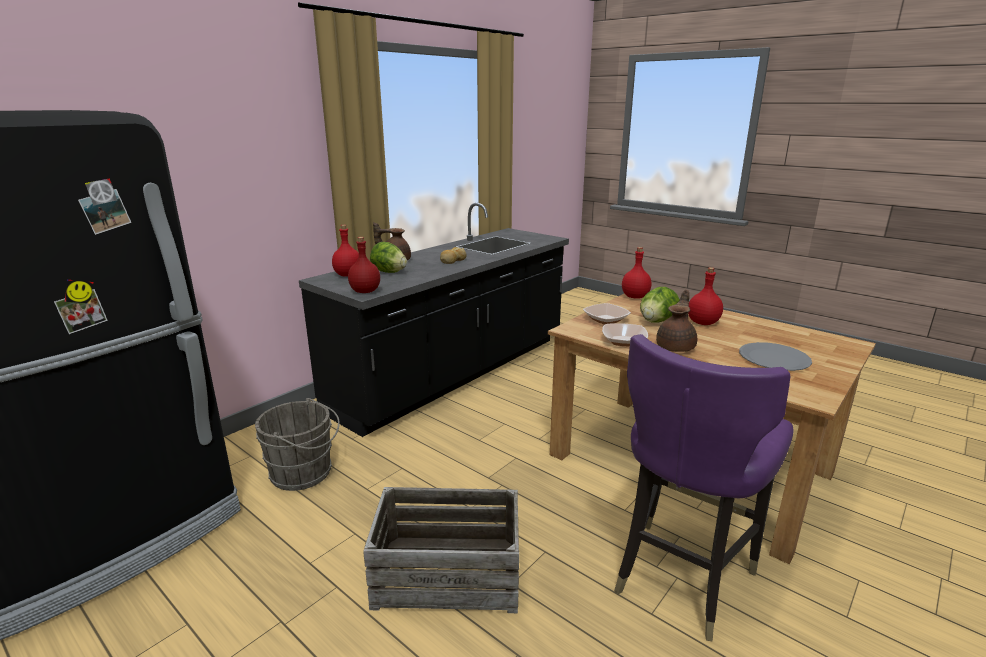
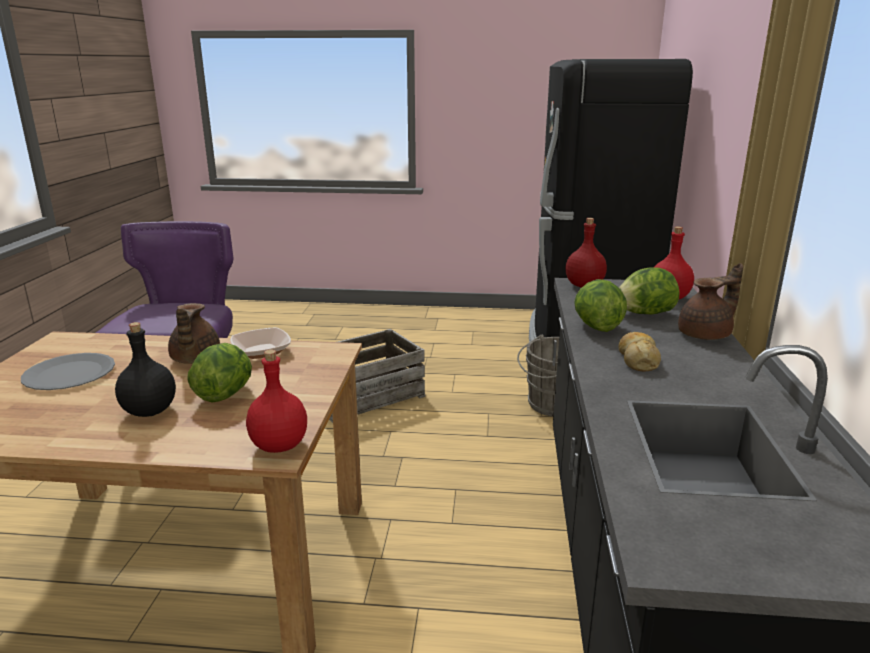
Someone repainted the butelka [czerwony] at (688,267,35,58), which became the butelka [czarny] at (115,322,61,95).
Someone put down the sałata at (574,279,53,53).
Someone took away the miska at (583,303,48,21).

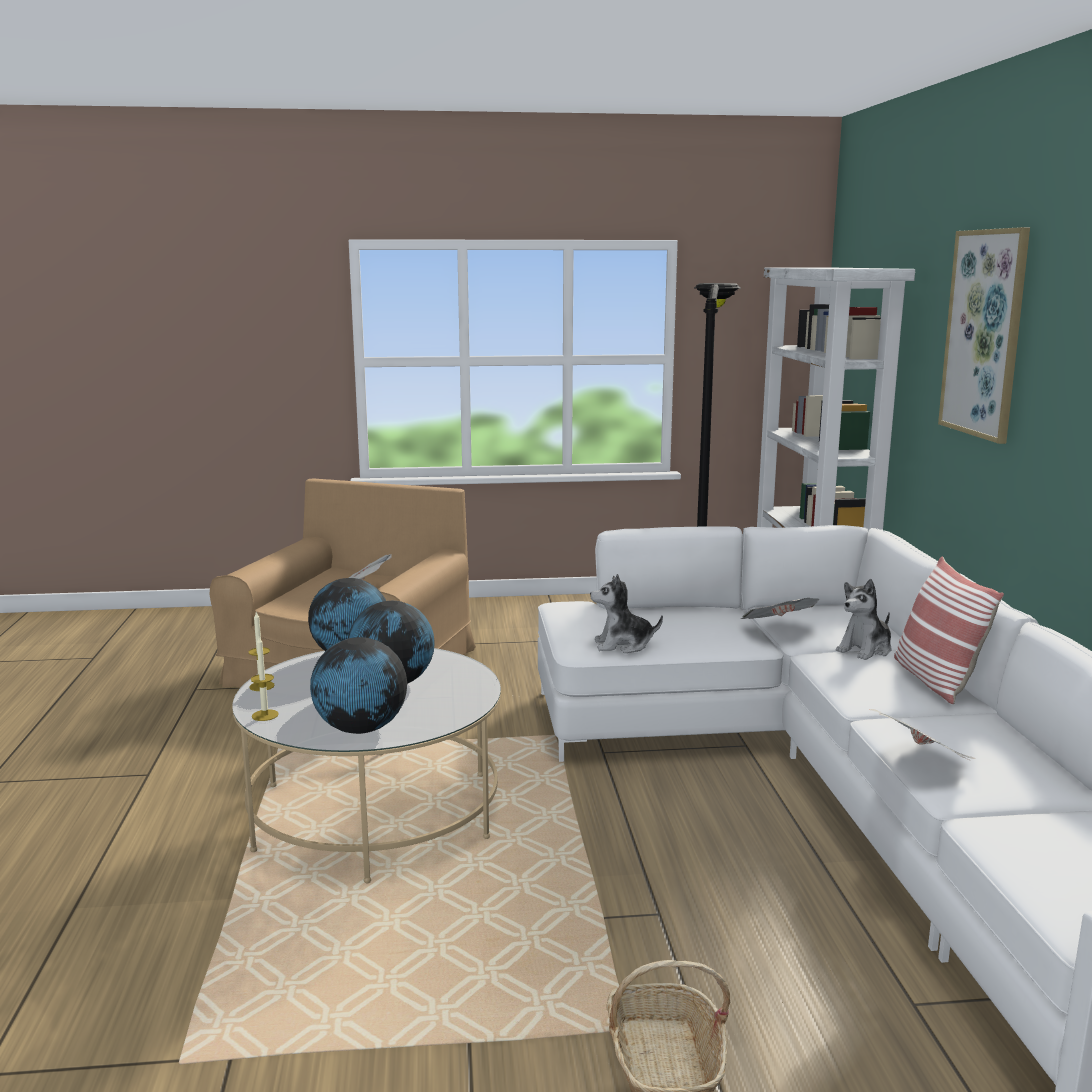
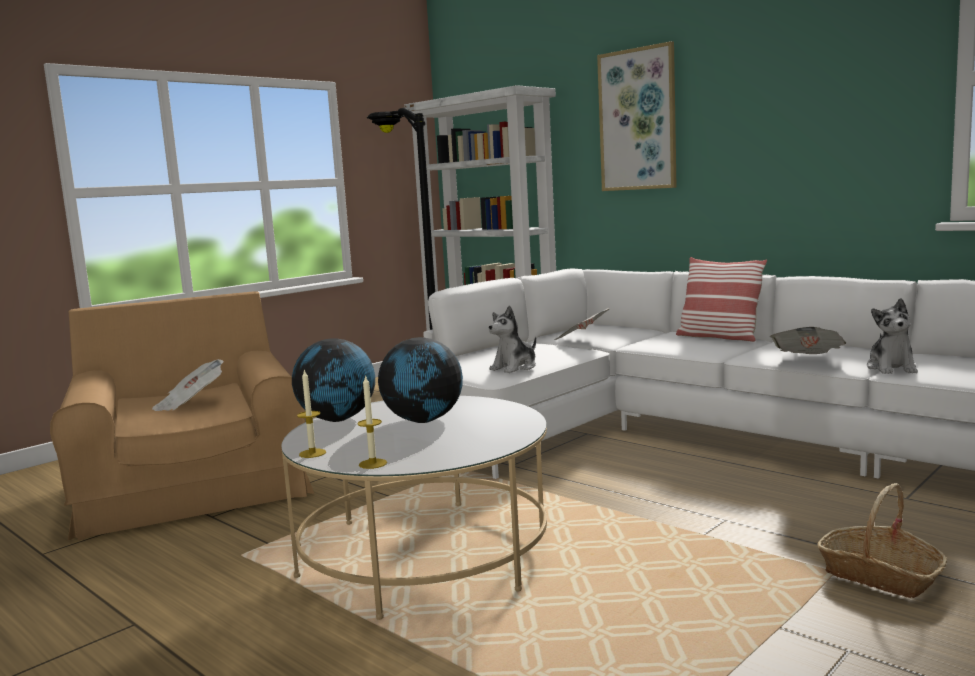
Someone carried the pluszak from (836,579,55,81) to (867,298,51,76).
Someone took away the globus at (310,637,97,97).

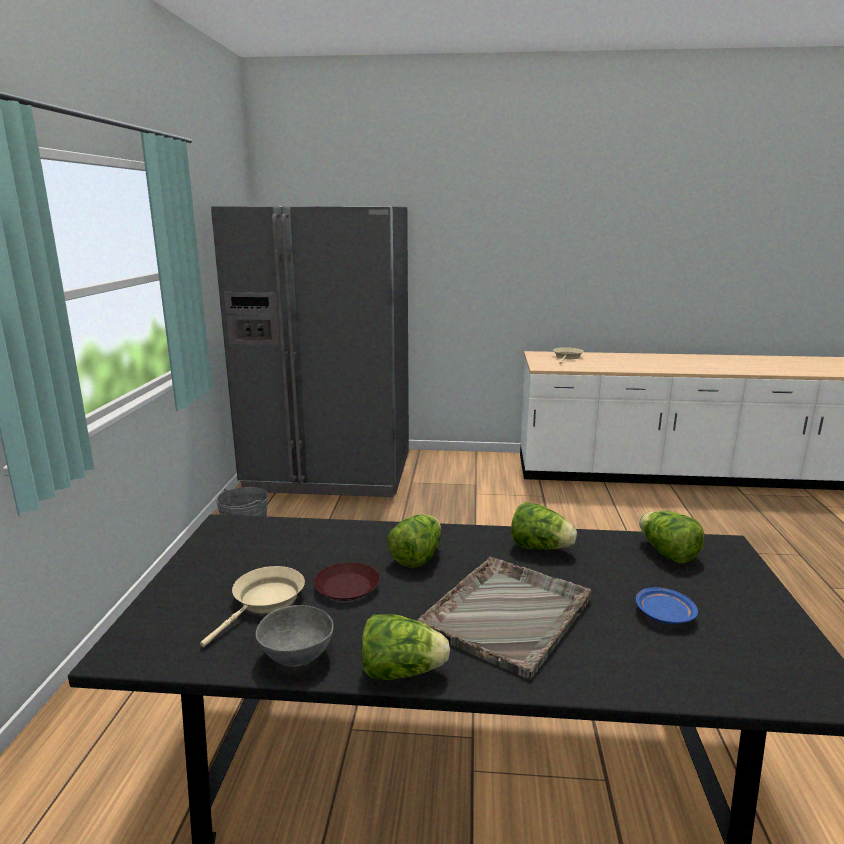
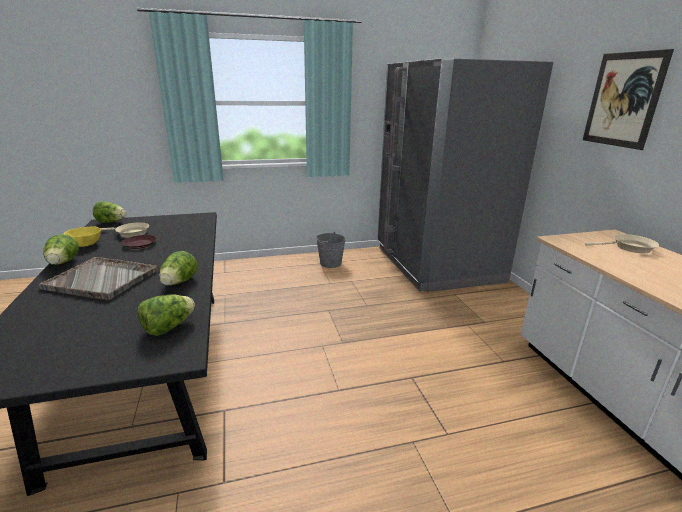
Someone repainted the miska [szary] at (256,605,78,62), which became the miska [żółty] at (64,226,37,21).
Someone carried the sałata from (387,514,54,54) to (93,201,34,22).
Someone put up the obraz at (583,49,91,101).
Someone took away the talerz [niebieski] at (636,587,62,37).

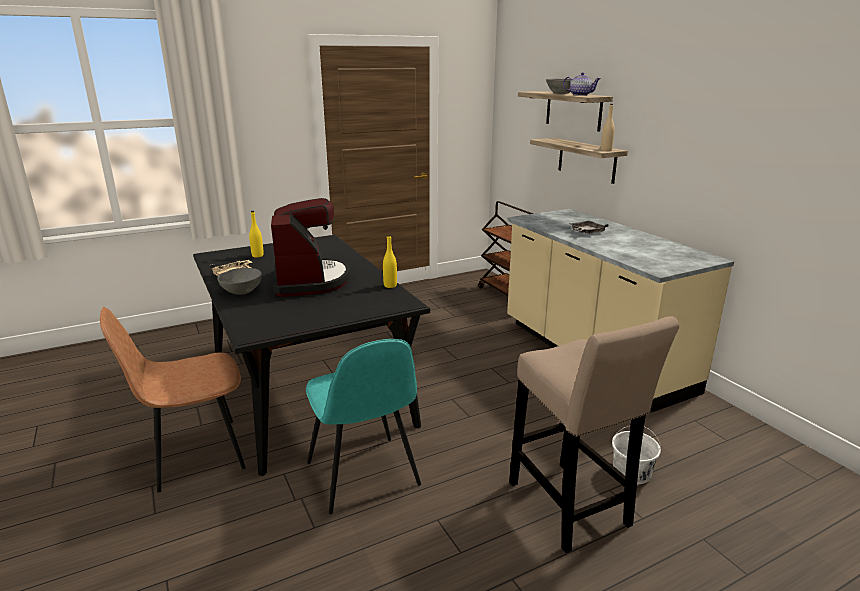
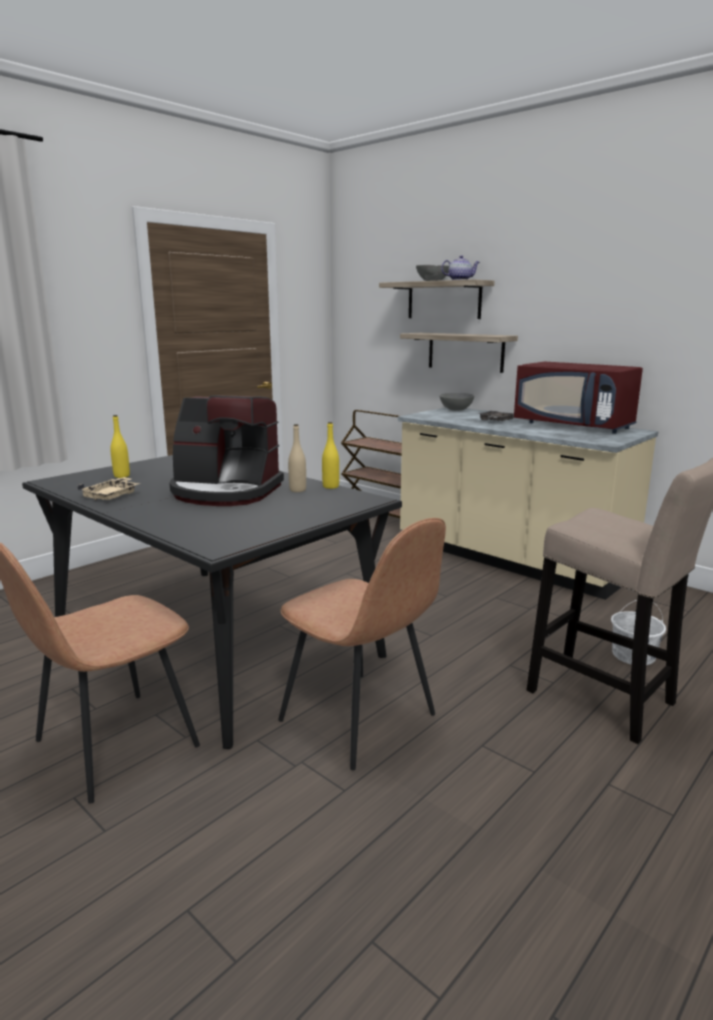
Someone rotated the ekspres do kawy at (271,198,79,99) by 135 degrees clockwise.
Someone repainted the krzesło [turkusowy] at (306,339,115,175), which became the krzesło [brązowy] at (278,518,168,252).
Someone carried the butelka [beżowy] from (601,104,14,47) to (288,424,18,68).
Someone carried the miska [szary] from (217,268,45,27) to (439,393,35,17).
Someone put down the mikrofalówka [czerwony] at (514,362,129,72).

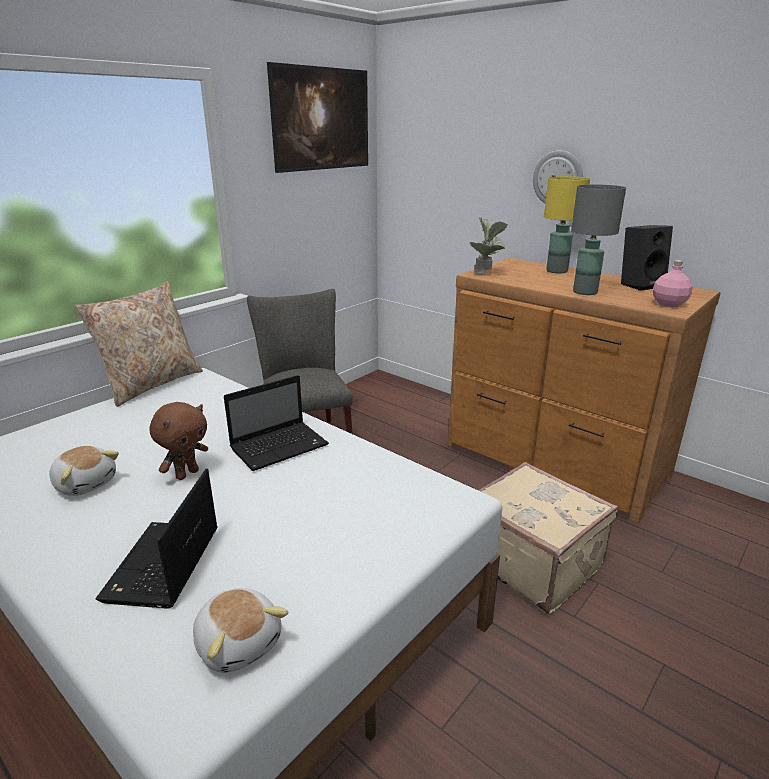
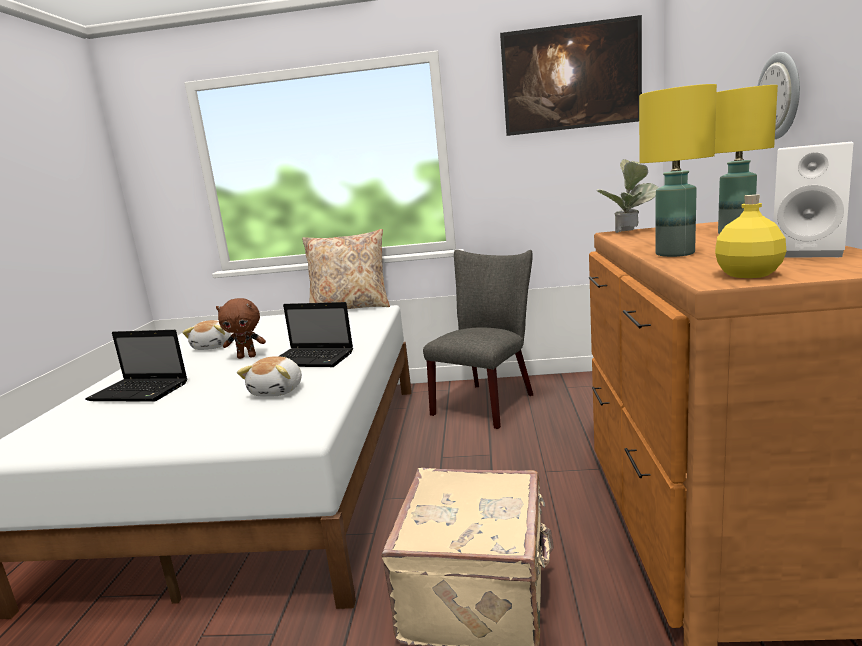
Someone rotated the laptop at (96,469,122,140) by 135 degrees counterclockwise.
Someone carried the pluszak from (193,588,95,85) to (237,356,65,41).
Someone repainted the lampa stołowa [szary] at (571,184,55,111), which became the lampa stołowa [żółty] at (639,84,78,173).
Someone repainted the butelka [różowy] at (653,260,40,47), which became the butelka [żółty] at (715,194,71,84).
Someone repainted the głośnik [czarny] at (621,225,52,66), which became the głośnik [biały] at (773,142,80,116).

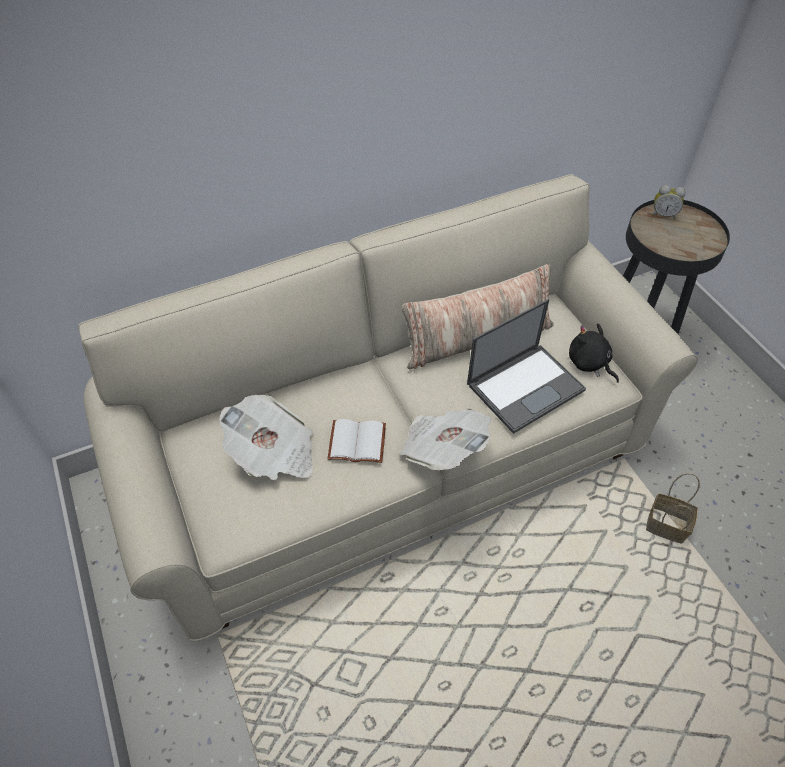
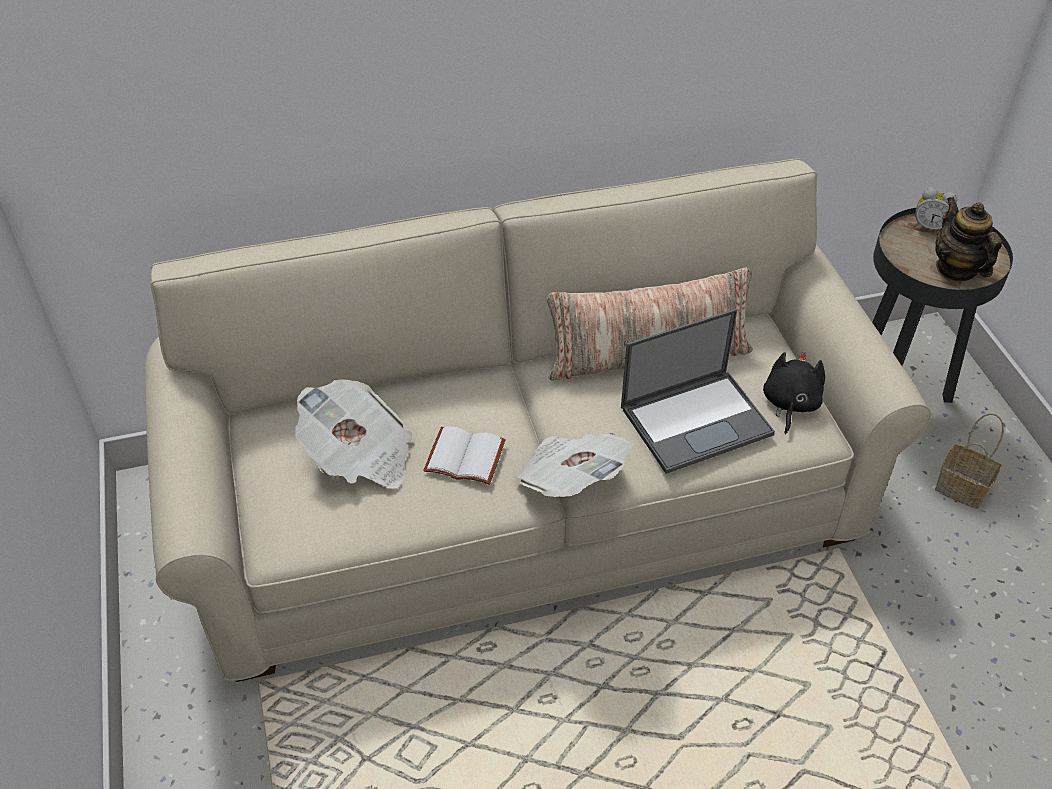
Someone rotated the pluszak [czarny] at (569,323,50,60) by 45 degrees clockwise.
Someone put down the imbryk at (935,197,67,84).
Someone carried the koszyk from (646,473,54,71) to (935,413,69,96).

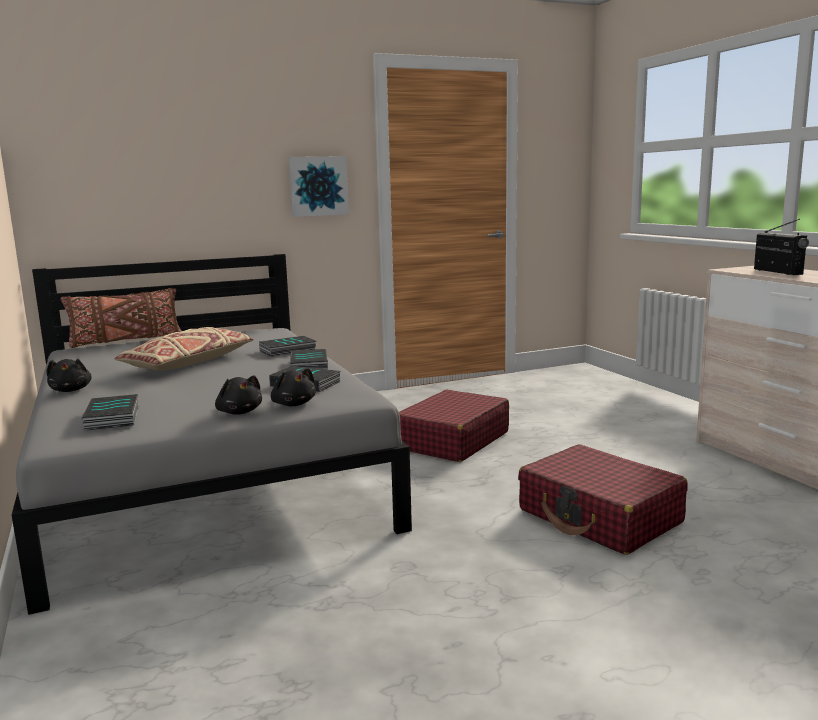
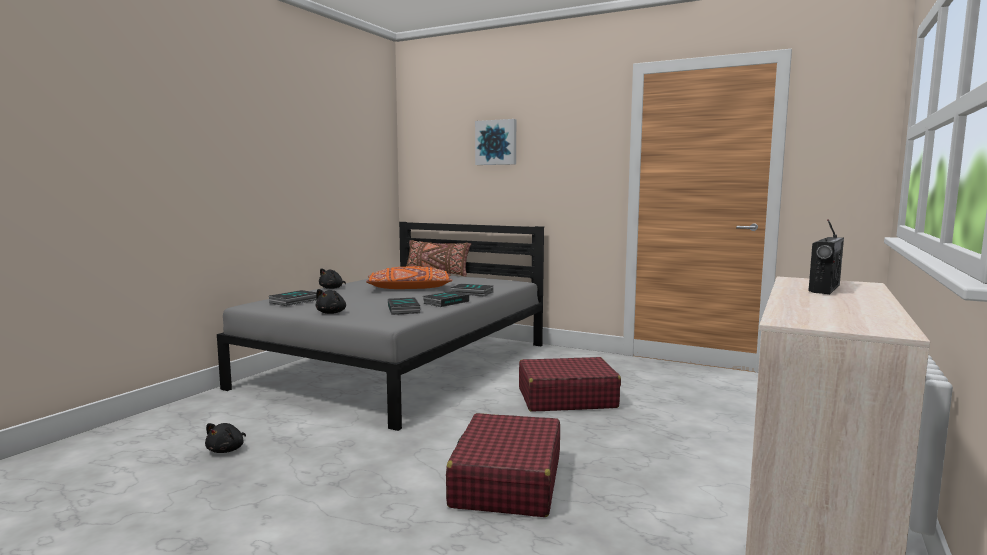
Someone carried the pluszak [czarny] from (271,369,45,37) to (205,423,41,30).
Someone repainted the poduszka [beżowy] at (114,327,140,44), which became the poduszka [pomarańczowy] at (366,266,87,23).
Someone carried the obraz from (288,156,61,61) to (475,119,41,46).

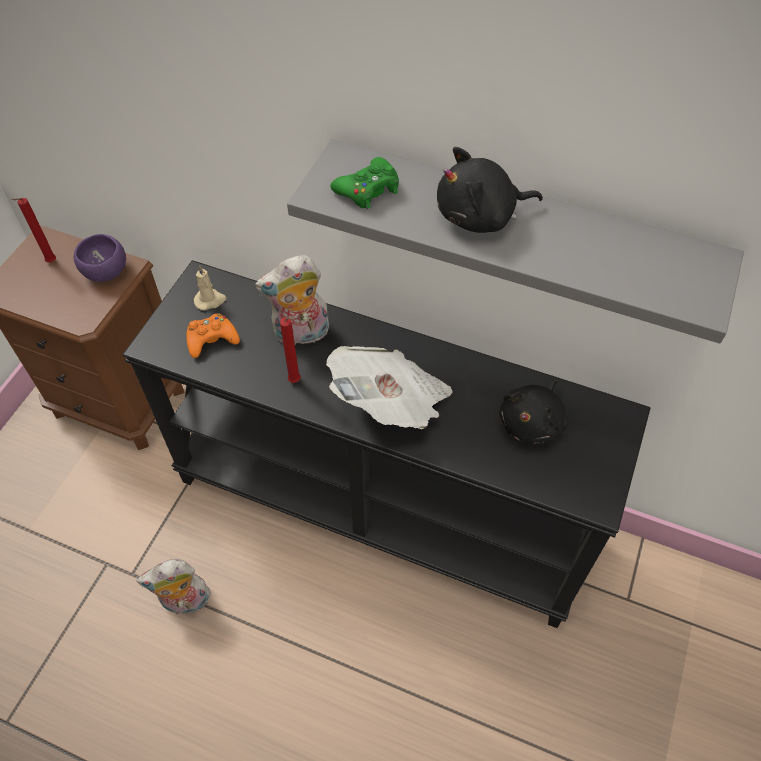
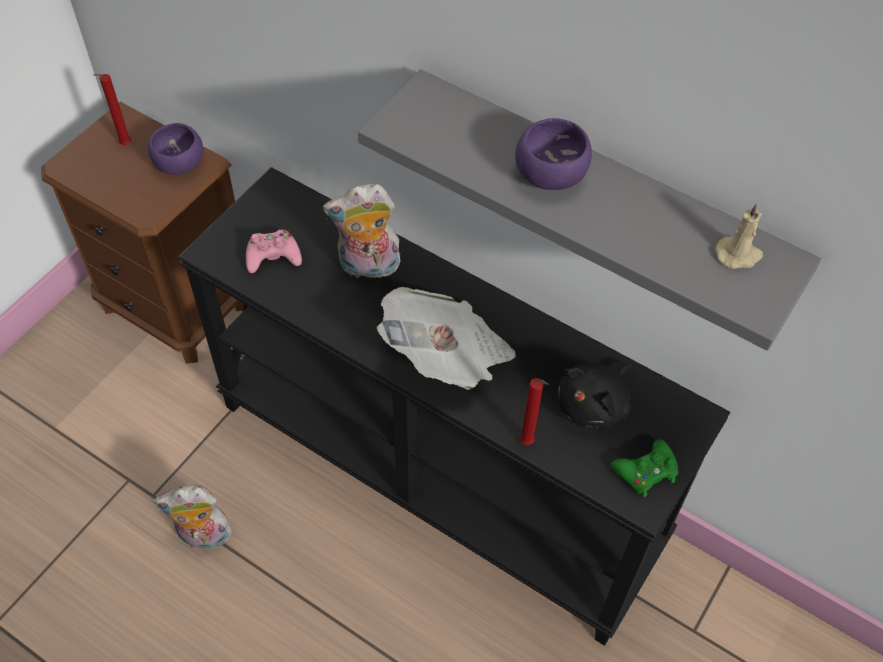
Someone repainted the pad do gier [pomarańczowy] at (186,314,54,44), which became the pad do gier [różowy] at (246,230,56,43).
Someone swapped the pluszak [czarny] at (437,147,106,86) for the miska [fioletowy] at (515,118,77,72).
Someone carried the świeca [czerwony] from (280,317,21,66) to (520,378,29,67).
Someone carried the pad do gier [zielony] from (330,157,69,52) to (611,439,67,58).
Someone carried the świeca [beżowy] from (194,265,33,45) to (715,203,48,66).

